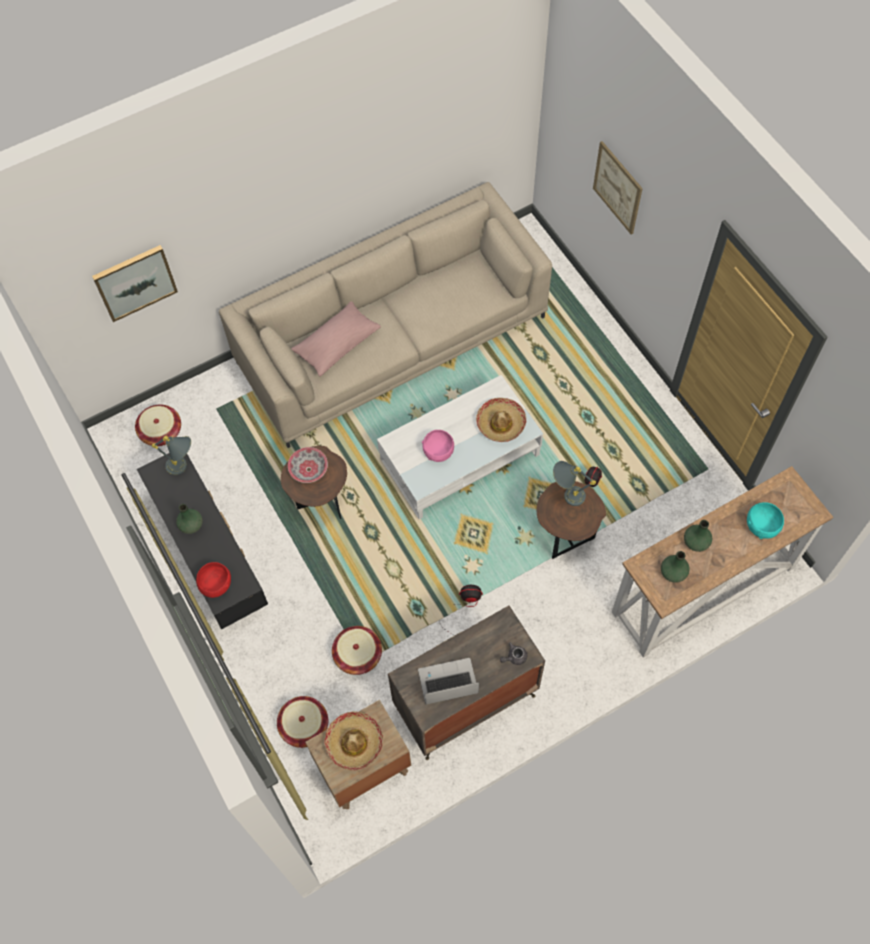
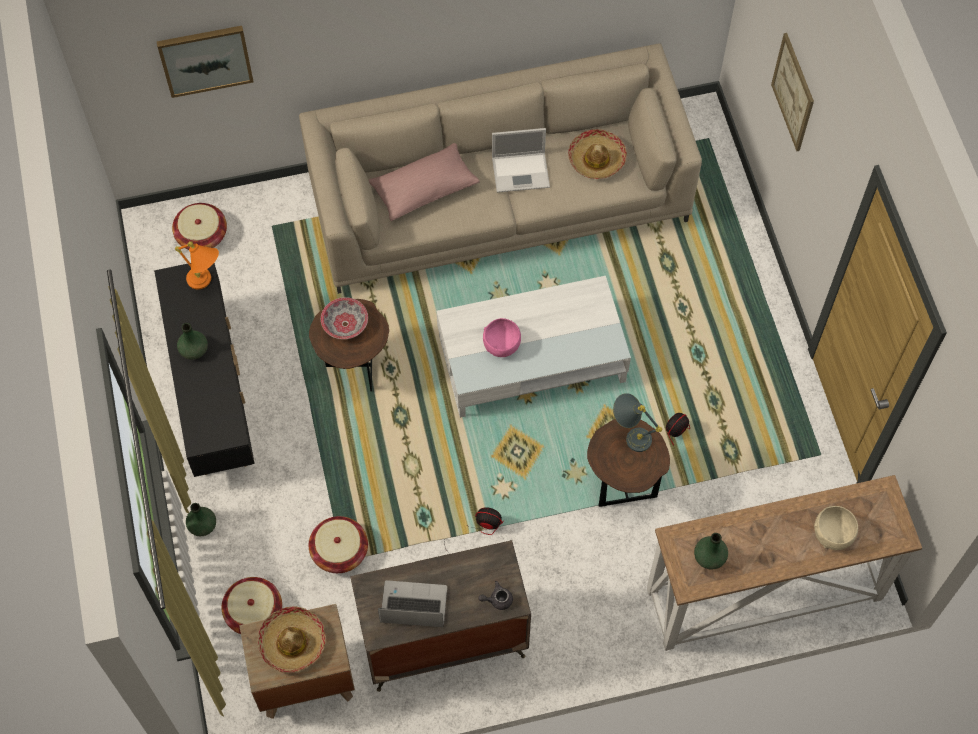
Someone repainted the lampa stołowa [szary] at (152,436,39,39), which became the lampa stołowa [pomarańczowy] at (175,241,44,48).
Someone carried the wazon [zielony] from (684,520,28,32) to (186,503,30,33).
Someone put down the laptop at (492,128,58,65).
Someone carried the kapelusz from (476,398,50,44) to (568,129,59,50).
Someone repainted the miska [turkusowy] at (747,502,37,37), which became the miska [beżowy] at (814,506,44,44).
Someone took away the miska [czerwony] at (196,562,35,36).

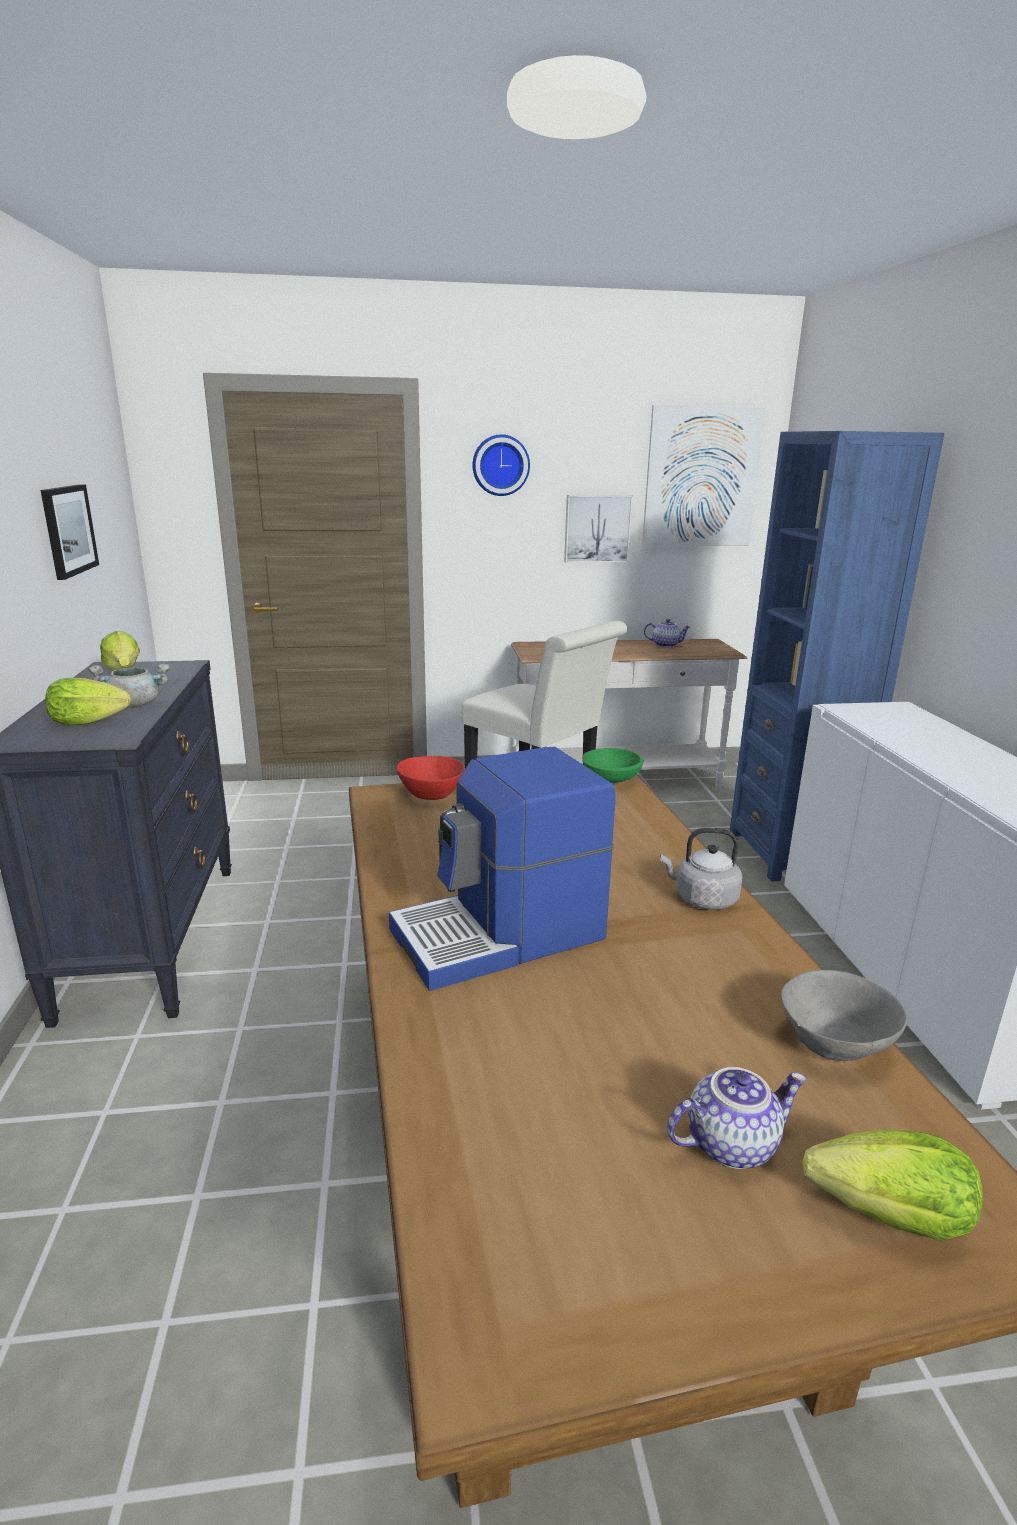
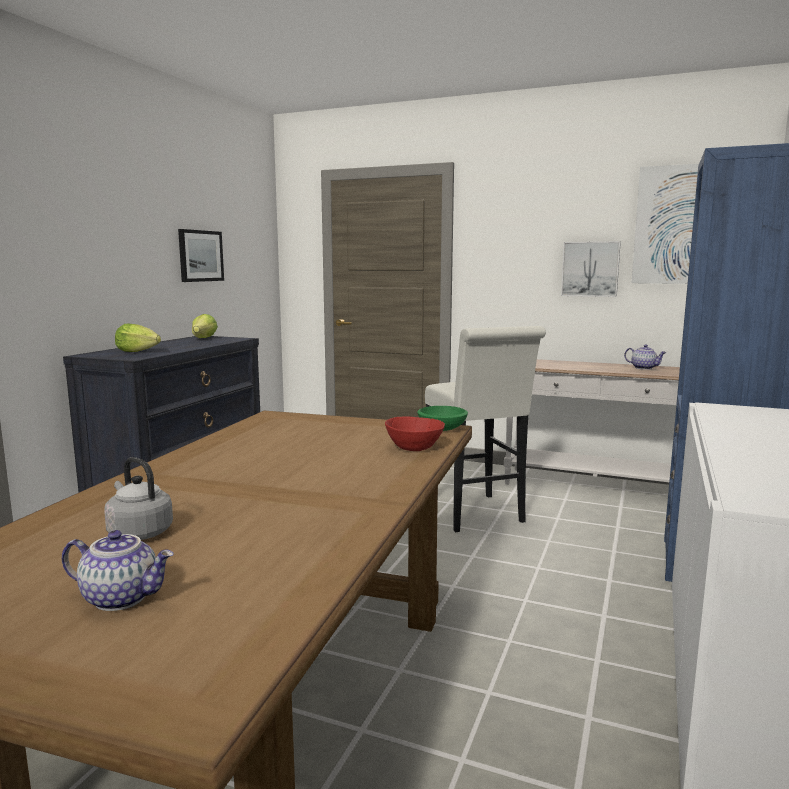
Someone carried the czajnik [szary] from (660,828,83,82) to (104,457,69,83).
Someone carried the miska [czerwony] from (397,756,68,44) to (385,416,60,35).
Someone took away the garnek [szary] at (88,663,82,45).
Someone took away the ekspres do kawy at (389,747,227,244).
Someone took away the zegar ścienny at (473,434,57,62).
Someone took away the miska [szary] at (781,970,126,91).
Someone took away the sałata at (802,1129,181,112).

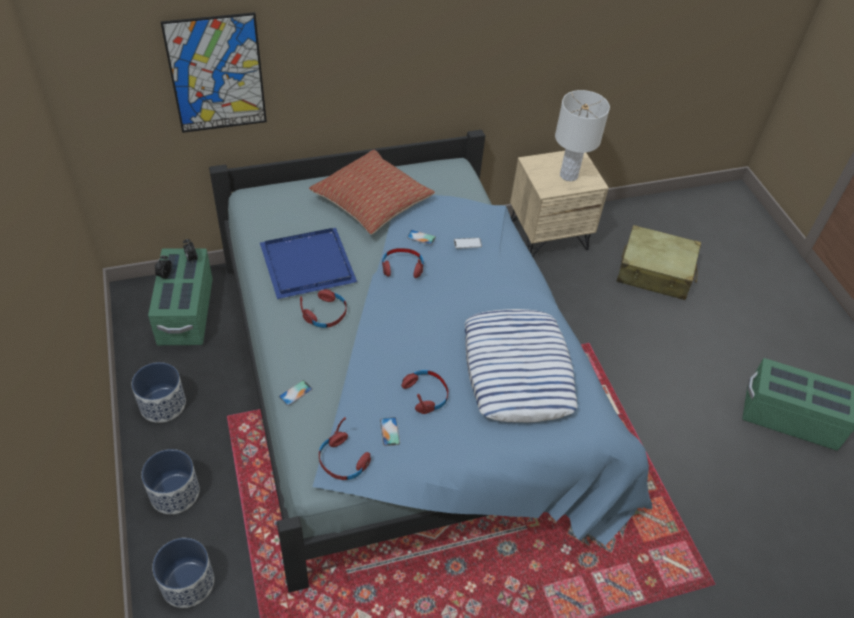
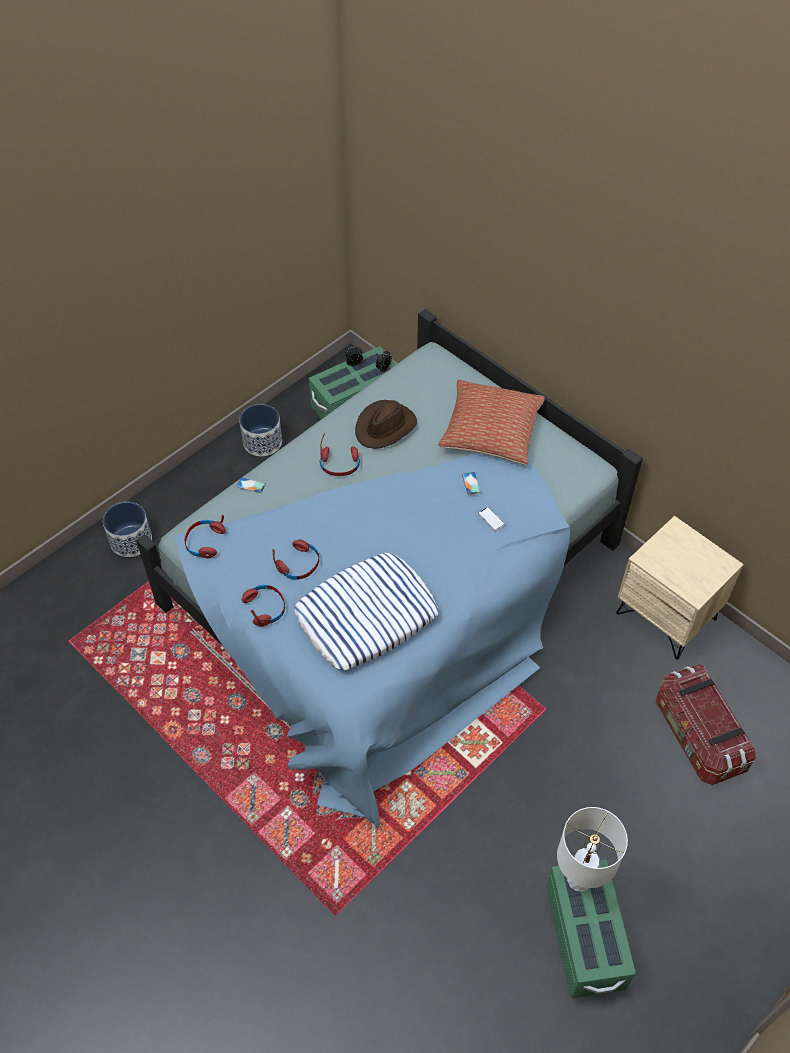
Someone carried the słuchawki [czerwony] from (382,248,42,30) to (242,585,43,42).
Someone swapped the taca [niebieski] at (260,228,97,71) for the kapelusz [brązowy] at (355,400,62,49).
Someone carried the lampa stołowa [biały] from (555,90,55,91) to (557,807,71,85).
Someone swapped the walizka [beżowy] at (617,225,84,75) for the pojemnik do przechowywania at (655,664,101,121).
Someone took away the donica at (141,449,59,65).
Someone took away the obraz at (160,12,107,121).
Someone took away the telefon at (380,417,20,29).

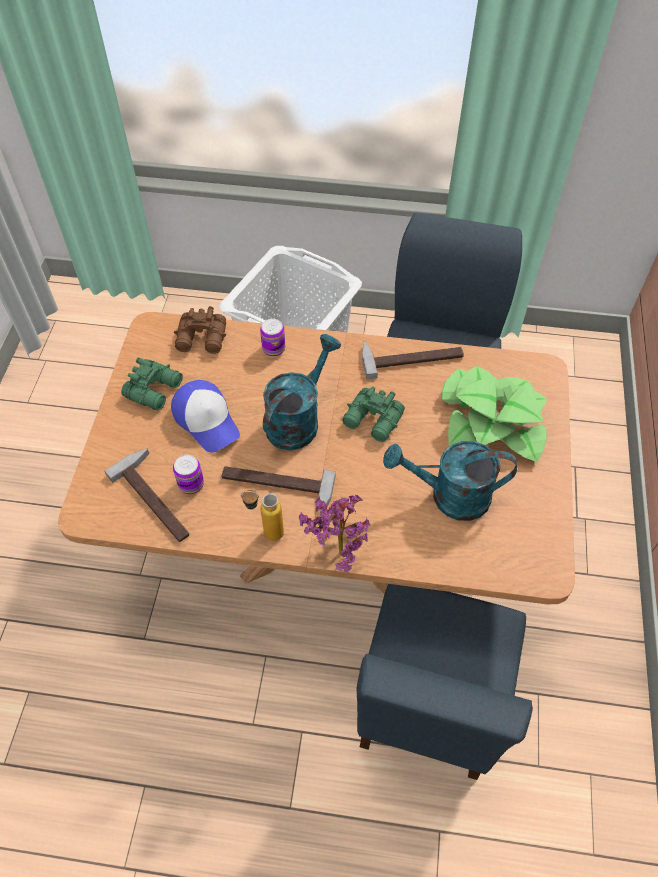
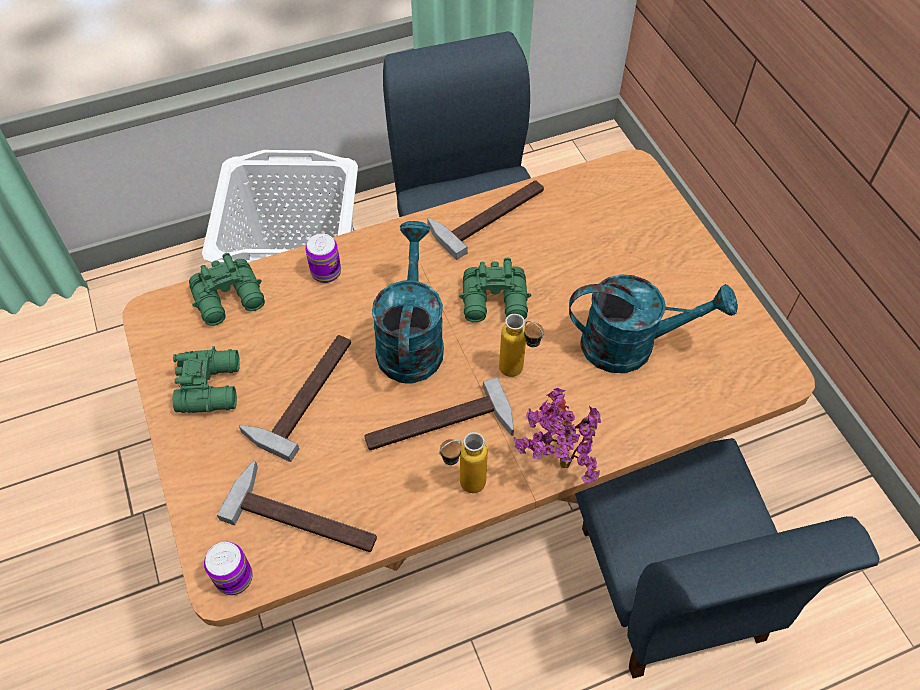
Someone repainted the lornetka [brązowy] at (174,306,52,48), which became the lornetka [zielony] at (189,253,76,73).
Someone carried the puszka from (173,455,31,39) to (204,542,48,53).
Someone swapped the czapka z daszkiem at (171,380,69,73) for the młotek at (239,335,112,127).
Someone put down the butelka at (499,314,45,63).
Someone rotated the konewka [turkusowy] at (383,441,134,80) by 150 degrees counterclockwise.
Someone took away the roślina doniczkowa at (442,366,105,96).

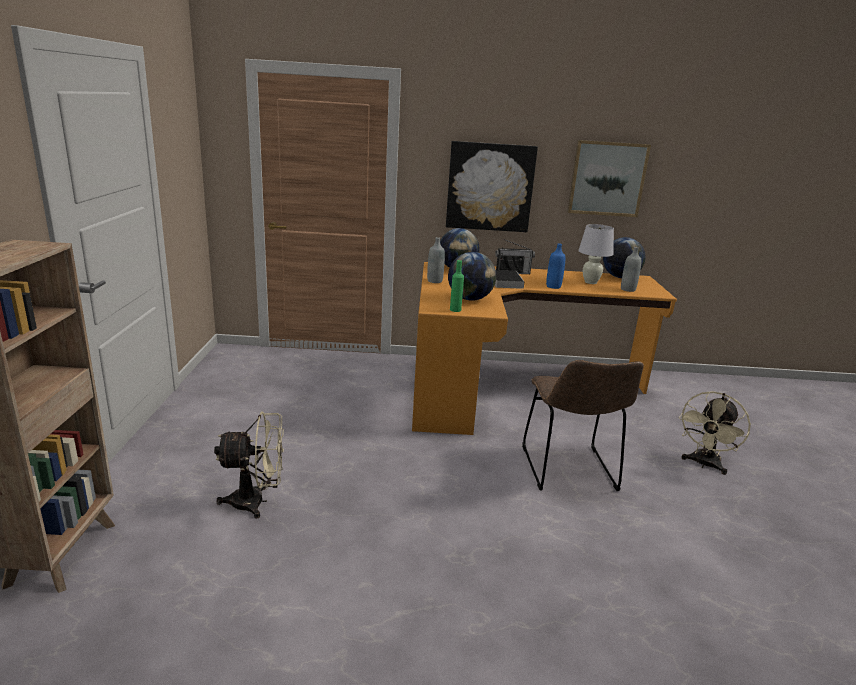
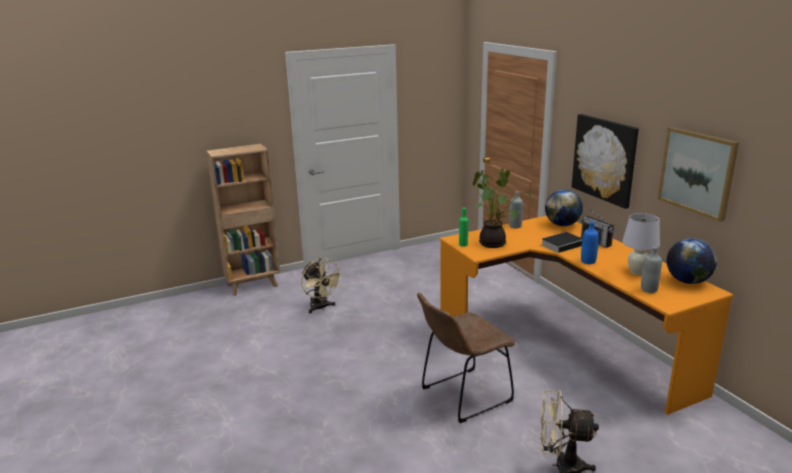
Someone swapped the globus at (448,252,48,49) for the roślina doniczkowa at (473,168,60,80).

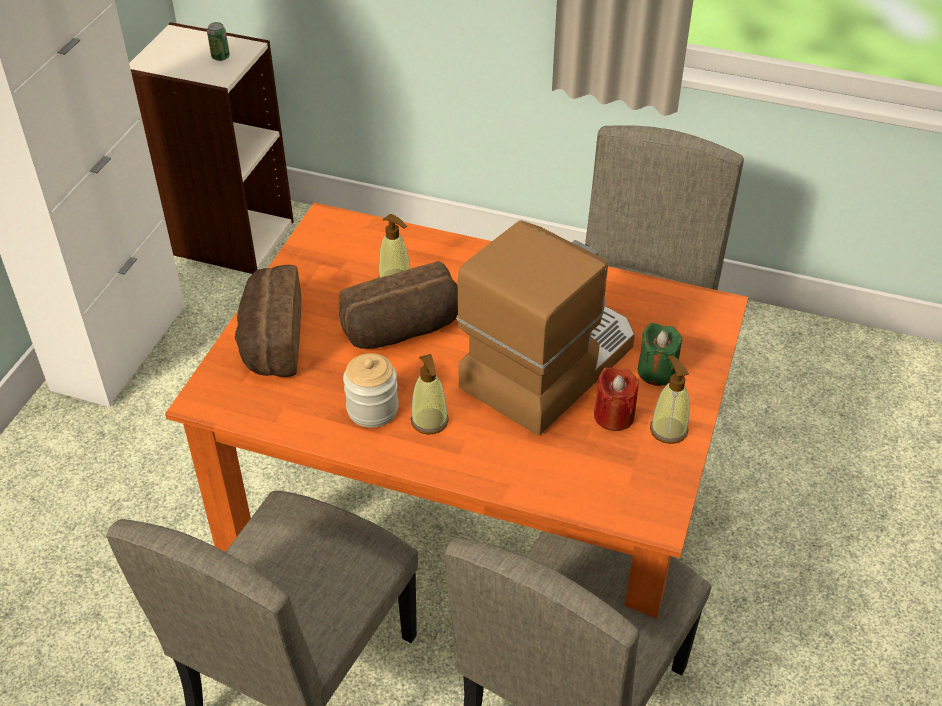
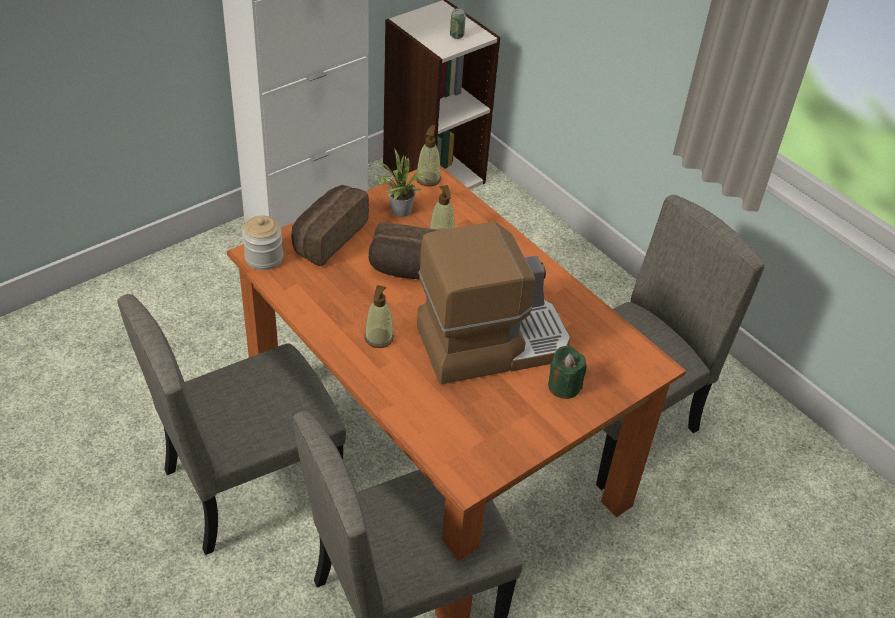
Someone carried the słoik from (343,353,56,74) to (242,216,41,54).
Someone put down the roślina doniczkowa at (376,148,49,69).
Someone carried the dozownik mydła from (650,356,40,88) to (416,125,25,61).
Someone took away the świeca [czerwony] at (594,367,45,64).

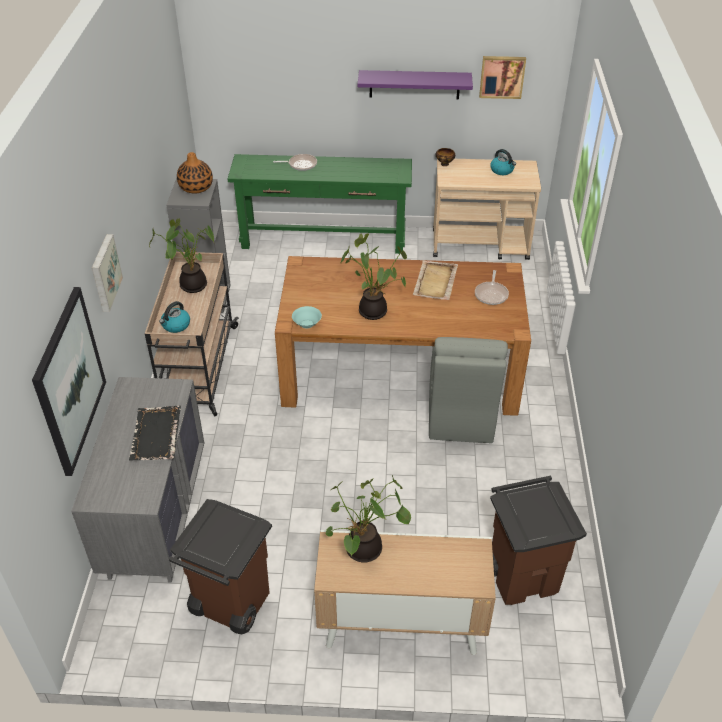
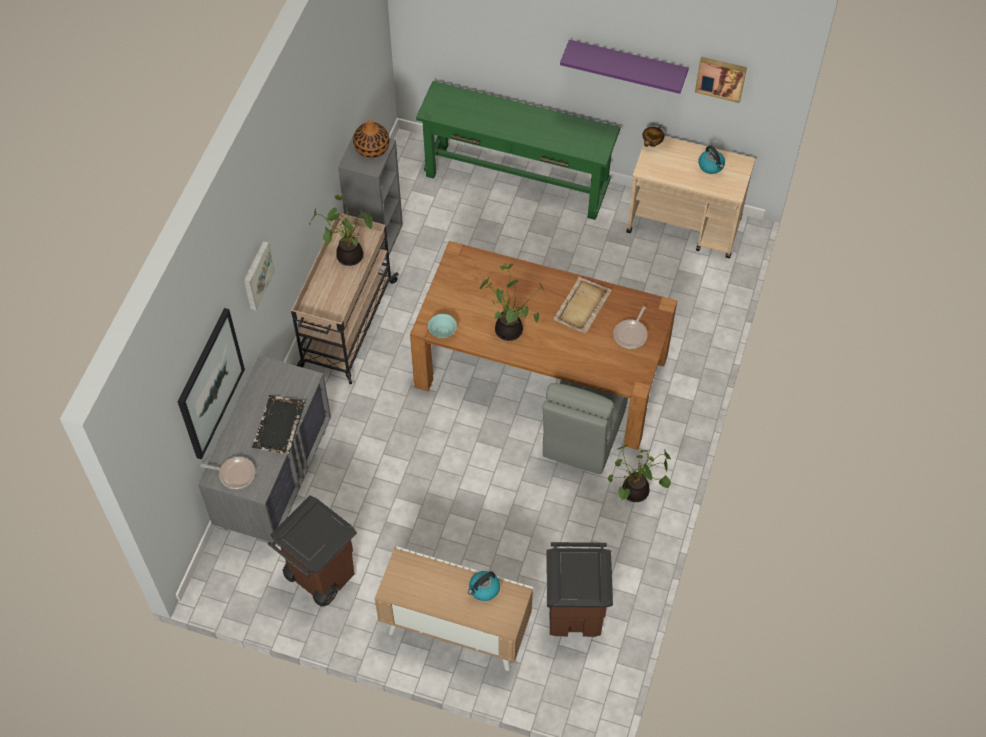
Someone carried the patelnia from (273,154,44,17) to (200,457,55,32).
Someone carried the czajnik from (159,301,31,32) to (468,571,32,30).
Someone carried the roślina doniczkowa from (325,475,86,87) to (608,445,63,57).

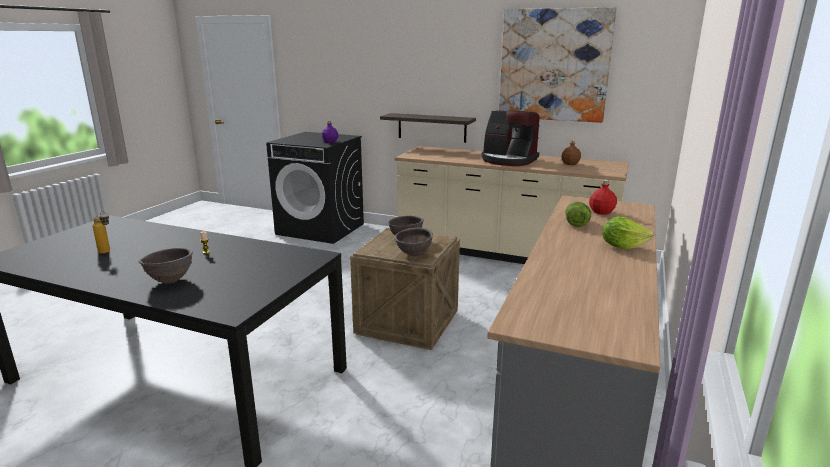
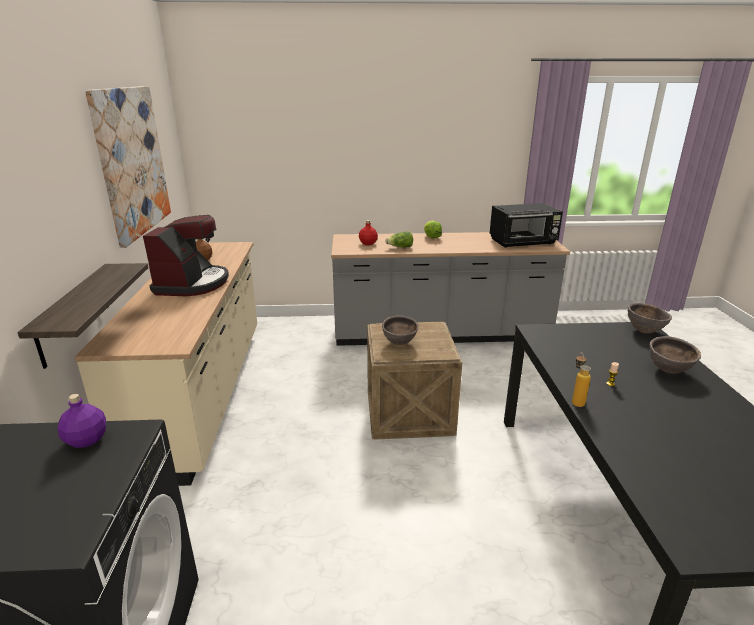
Someone put down the mikrofalówka [czarny] at (490,203,73,45).
Someone carried the butelka from (92,211,18,43) to (572,353,19,54).
Someone carried the miska [brązowy] from (395,228,38,28) to (628,303,44,30).

